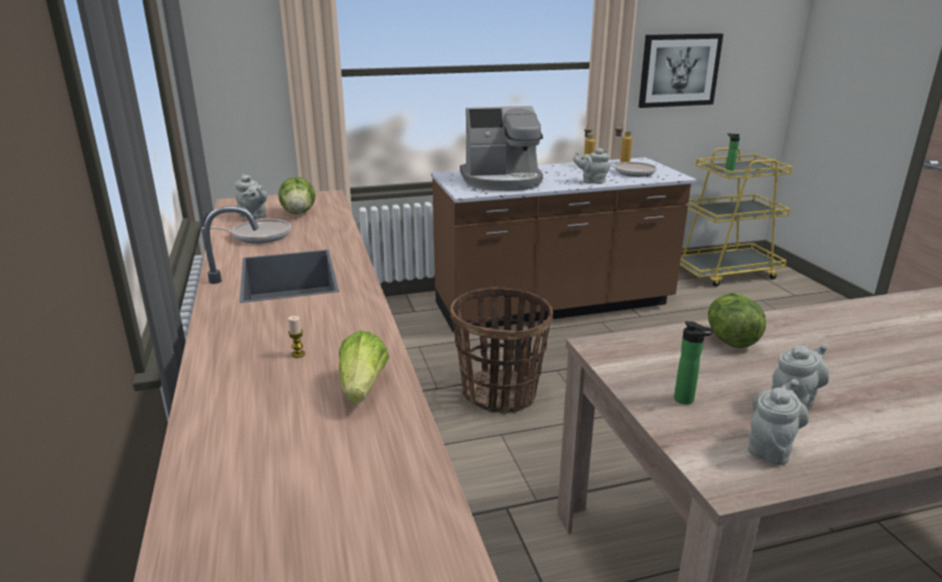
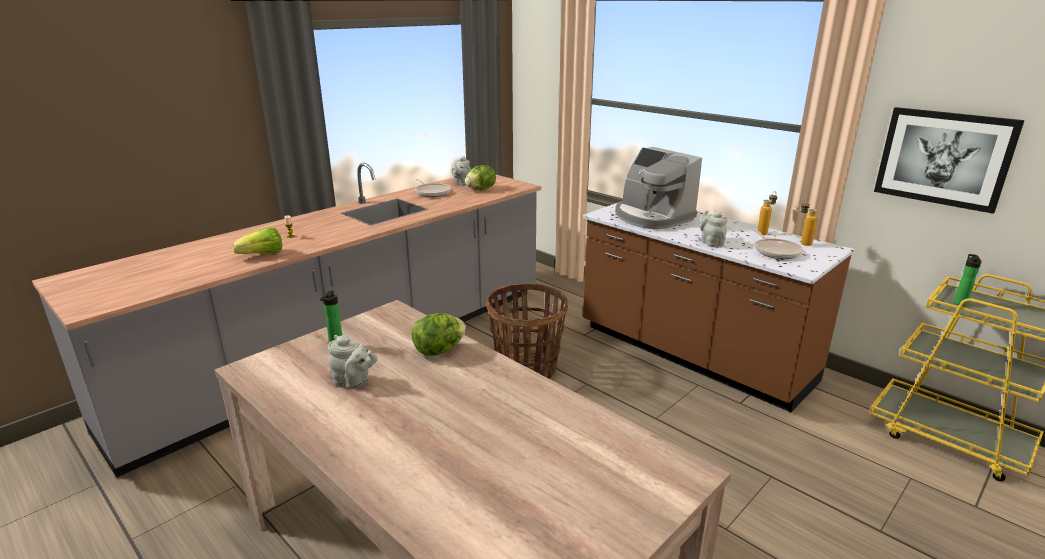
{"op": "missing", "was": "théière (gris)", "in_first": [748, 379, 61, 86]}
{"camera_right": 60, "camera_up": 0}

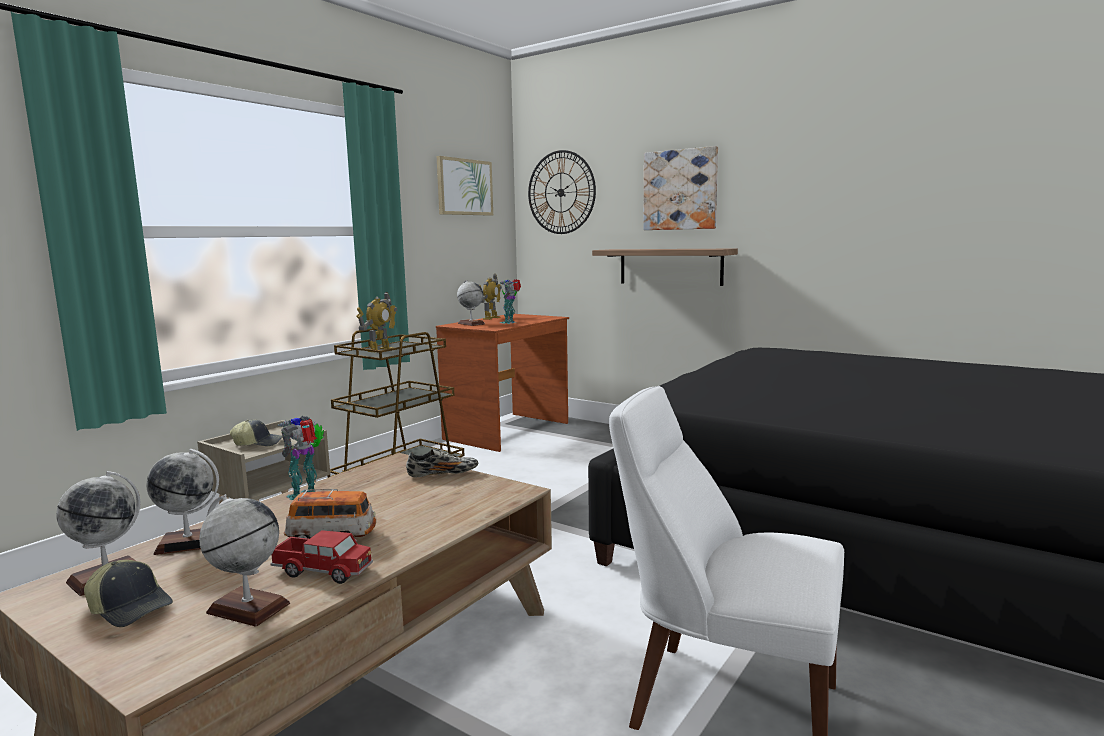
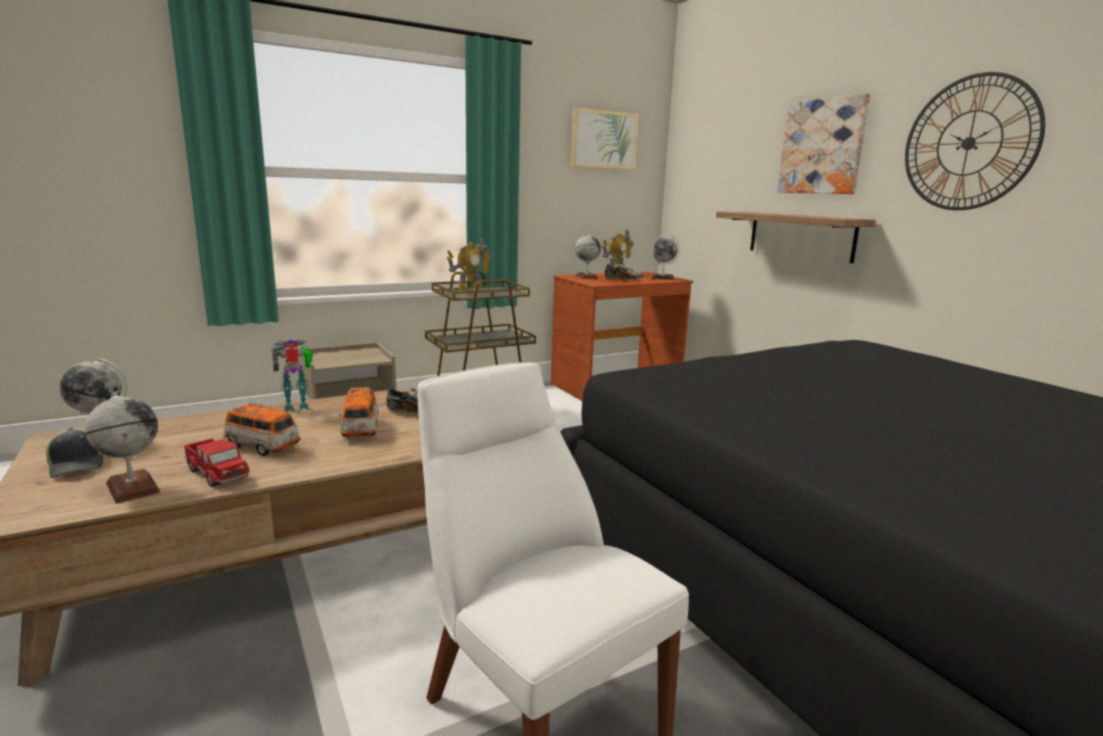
{"op": "relocated", "was": "horloge murale", "in_first": [528, 150, 68, 84], "in_second": [905, 72, 140, 138]}
{"op": "exchanged", "was": "robot jouet", "now": "chaussure", "in_first": [500, 279, 21, 45], "in_second": [605, 263, 39, 17]}
{"op": "missing", "was": "casquette", "in_first": [230, 420, 53, 26]}
{"op": "relocated", "was": "globe", "in_first": [146, 449, 73, 106], "in_second": [651, 236, 29, 44]}
{"op": "appeared", "now": "petite voiture", "in_second": [339, 387, 40, 50]}
{"camera_right": 25, "camera_up": 5}

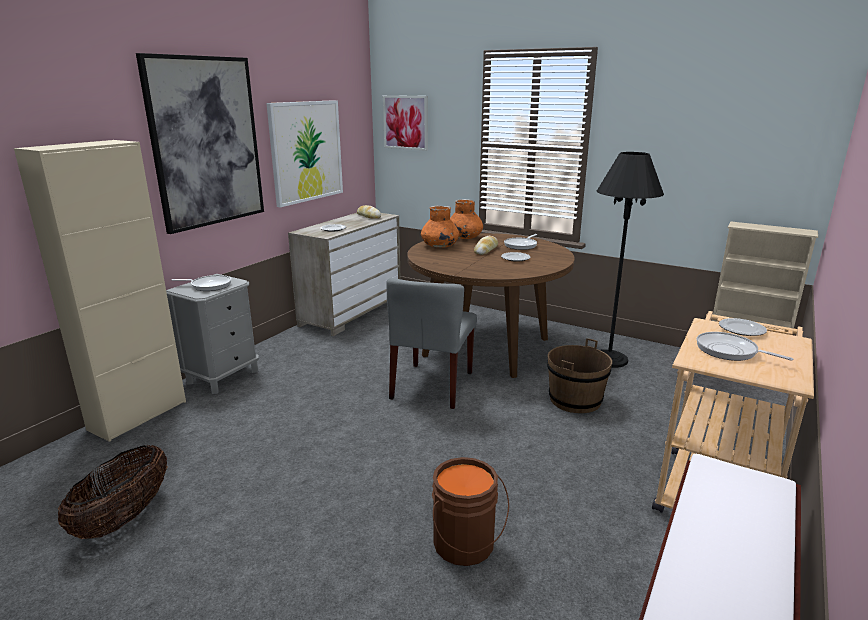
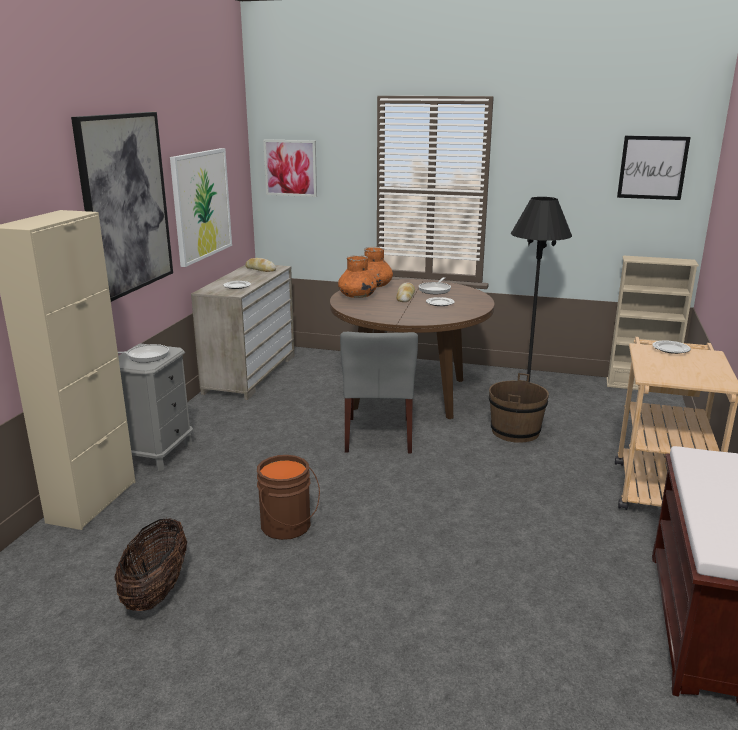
{"op": "missing", "was": "poêle", "in_first": [696, 332, 97, 29]}
{"op": "relocated", "was": "seau (marron)", "in_first": [432, 457, 77, 109], "in_second": [257, 455, 63, 85]}
{"op": "appeared", "now": "tableau", "in_second": [617, 136, 74, 64]}
{"camera_right": -15, "camera_up": 0}

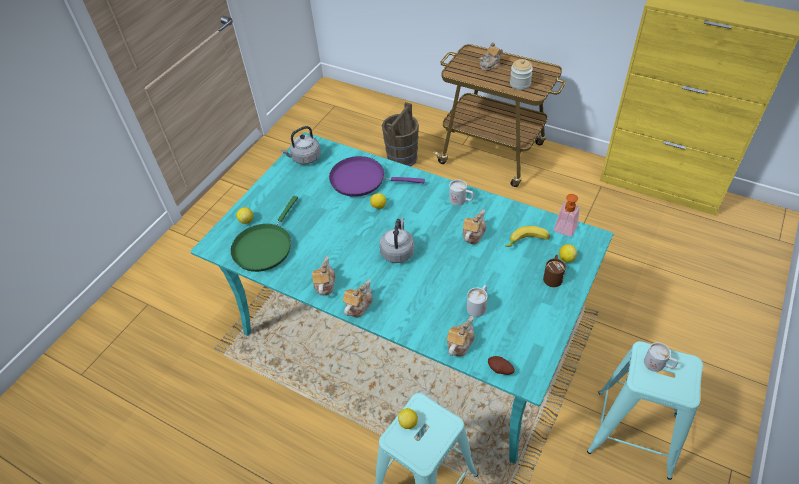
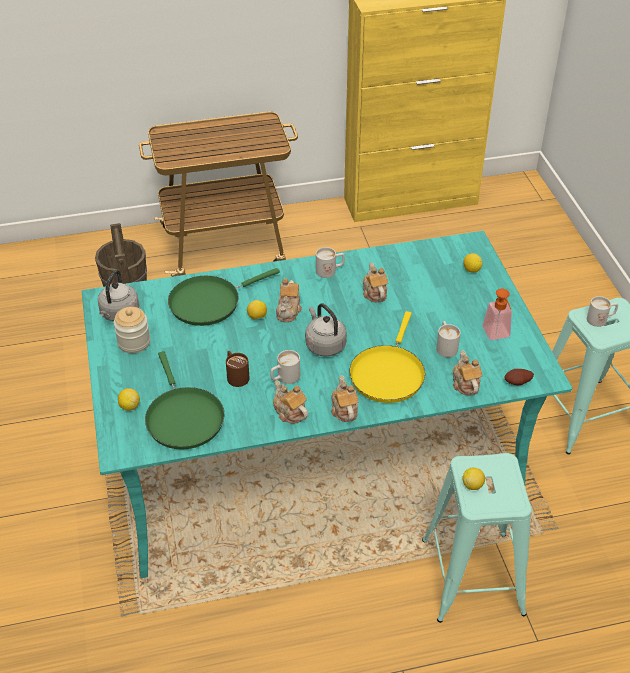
{"op": "relocated", "was": "théière", "in_first": [480, 42, 23, 29], "in_second": [276, 278, 26, 44]}
{"op": "relocated", "was": "bocal", "in_first": [510, 59, 23, 31], "in_second": [114, 307, 36, 46]}
{"op": "colour", "was": "poêle (violet)", "now": "poêle (vert)", "in_first": [329, 156, 96, 41], "in_second": [168, 268, 112, 58]}
{"op": "relocated", "was": "distributeur de savon", "in_first": [554, 194, 26, 43], "in_second": [482, 289, 30, 51]}
{"op": "missing", "was": "banane", "in_first": [505, 226, 45, 21]}
{"op": "relocated", "was": "mug (marron)", "in_first": [543, 255, 23, 32], "in_second": [226, 351, 23, 36]}
{"op": "appeared", "now": "poêle (jaune)", "in_second": [349, 311, 76, 92]}
{"op": "appeared", "now": "mug (blanc)", "in_second": [270, 350, 30, 34]}
{"camera_right": -45, "camera_up": -5}

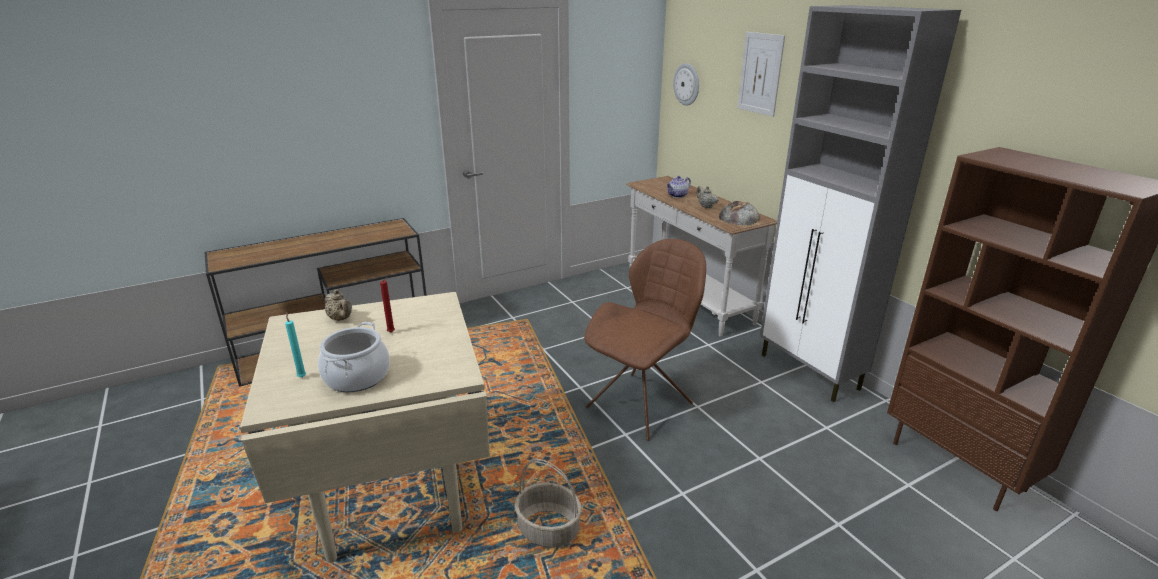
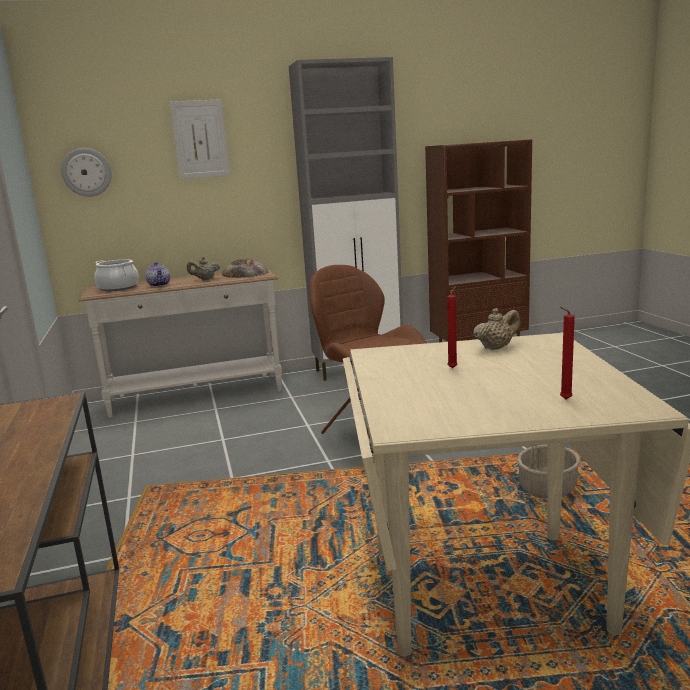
{"op": "relocated", "was": "théière (beige)", "in_first": [325, 289, 27, 32], "in_second": [473, 308, 48, 42]}
{"op": "colour", "was": "bougie (turquoise)", "now": "bougie (rouge)", "in_first": [285, 313, 21, 65], "in_second": [560, 307, 15, 93]}
{"op": "relocated", "was": "marmite", "in_first": [318, 322, 72, 70], "in_second": [95, 259, 44, 32]}
{"camera_right": -75, "camera_up": -10}

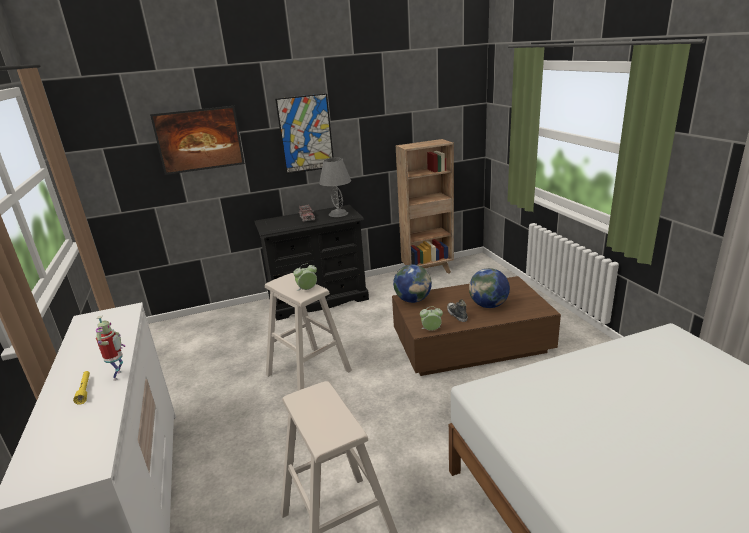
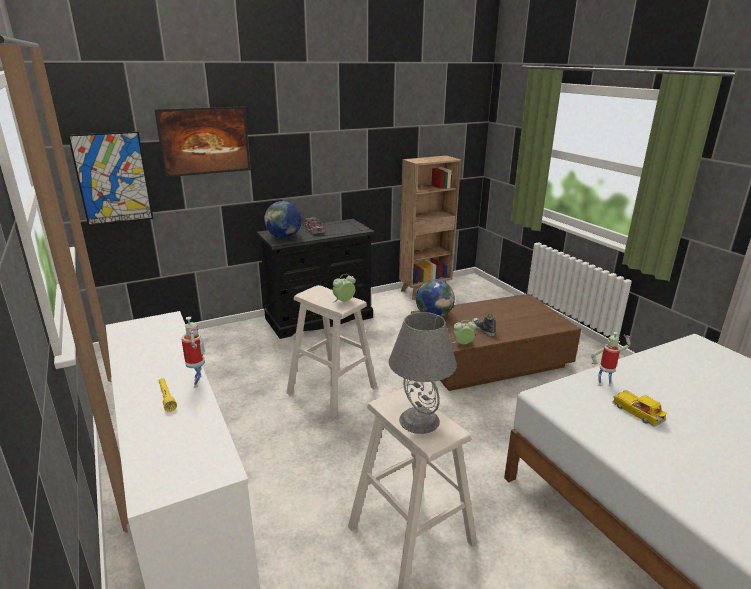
{"op": "relocated", "was": "tableau", "in_first": [275, 94, 59, 80], "in_second": [68, 132, 85, 94]}
{"op": "relocated", "was": "lampe de table (gris)", "in_first": [319, 158, 32, 59], "in_second": [389, 312, 68, 122]}
{"op": "relocated", "was": "globe", "in_first": [469, 268, 41, 40], "in_second": [264, 201, 38, 37]}
{"op": "appeared", "now": "robot jouet", "in_second": [591, 332, 40, 55]}
{"op": "appeared", "now": "petite voiture", "in_second": [612, 390, 55, 37]}
{"camera_right": -10, "camera_up": 0}

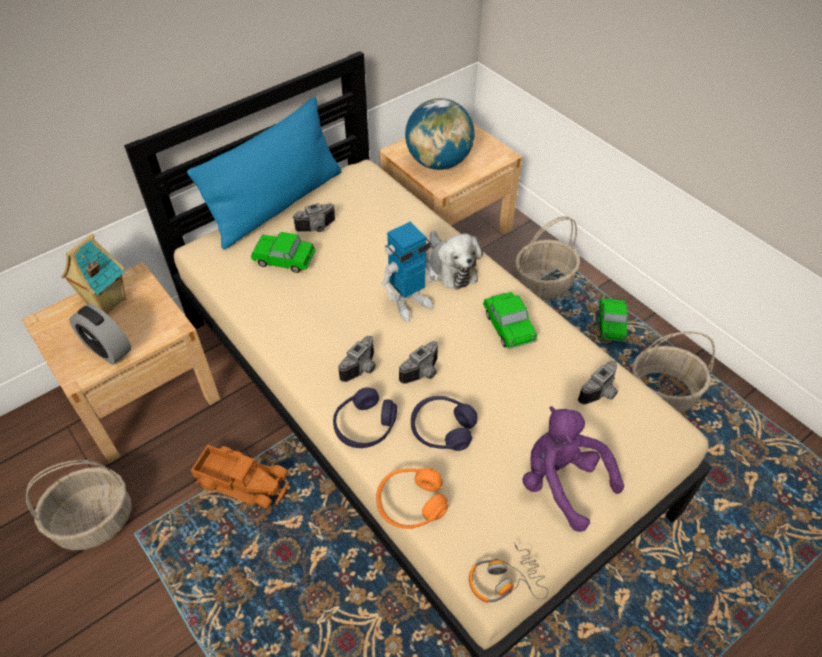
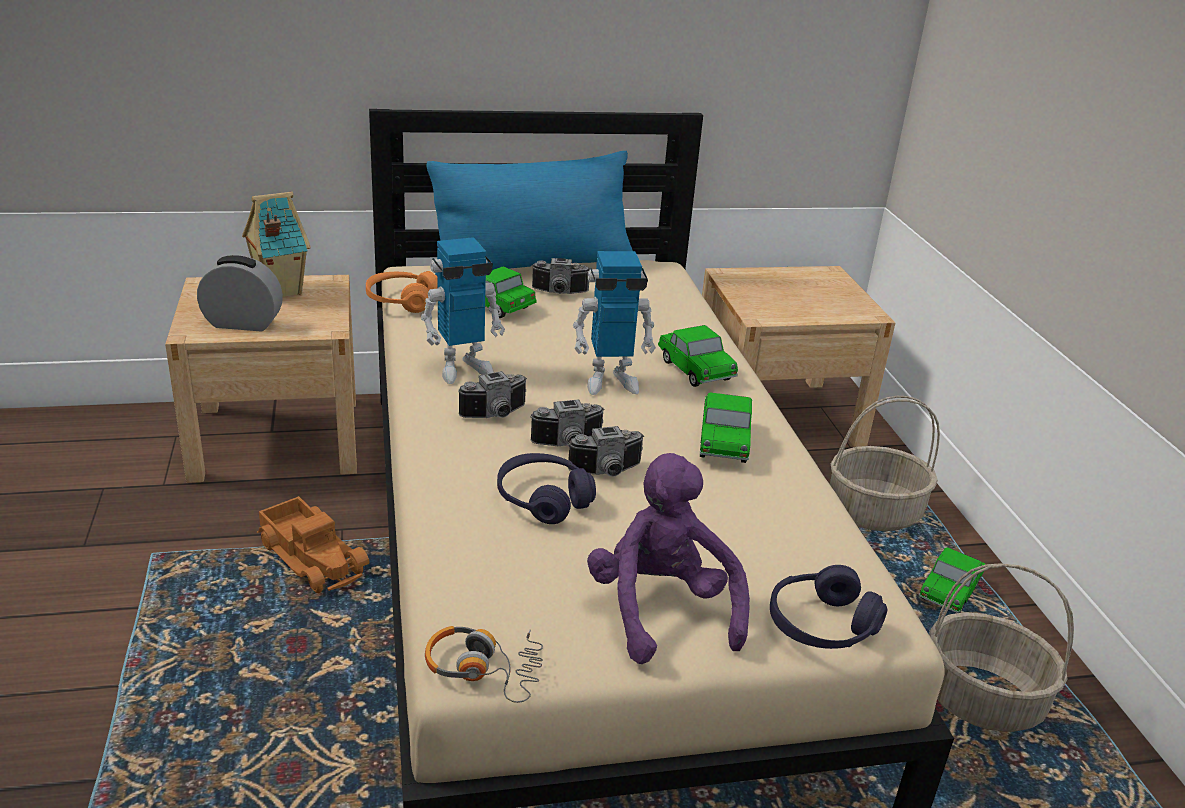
{"op": "missing", "was": "globe", "in_first": [405, 98, 70, 72]}
{"op": "exchanged", "was": "peluche", "now": "petite voiture", "in_first": [429, 231, 54, 59], "in_second": [658, 325, 80, 62]}
{"op": "spun", "was": "réveil", "in_first": [69, 304, 62, 61], "in_second": [197, 255, 86, 76], "clockwise": 120}
{"op": "relocated", "was": "appareil photo", "in_first": [578, 361, 40, 44], "in_second": [568, 426, 76, 51]}
{"op": "relocated", "was": "casque audio (violet)", "in_first": [333, 387, 64, 61], "in_second": [770, 565, 117, 84]}
{"op": "missing", "was": "panier", "in_first": [26, 460, 106, 90]}
{"op": "relocated", "was": "casque audio (orange)", "in_first": [376, 468, 72, 61], "in_second": [366, 271, 72, 42]}
{"op": "appeared", "now": "robot jouet", "in_second": [421, 237, 84, 147]}
{"camera_right": 25, "camera_up": -20}

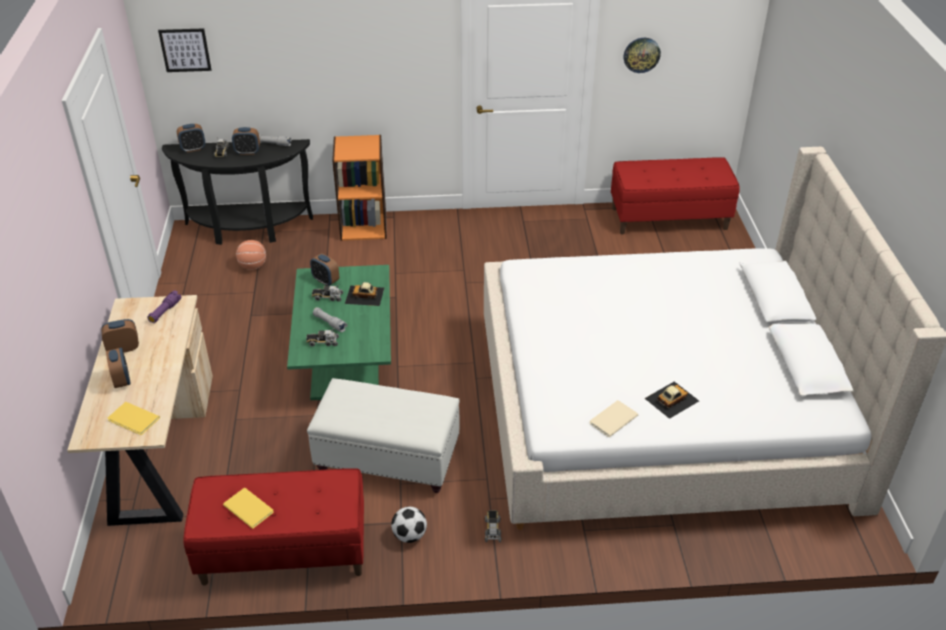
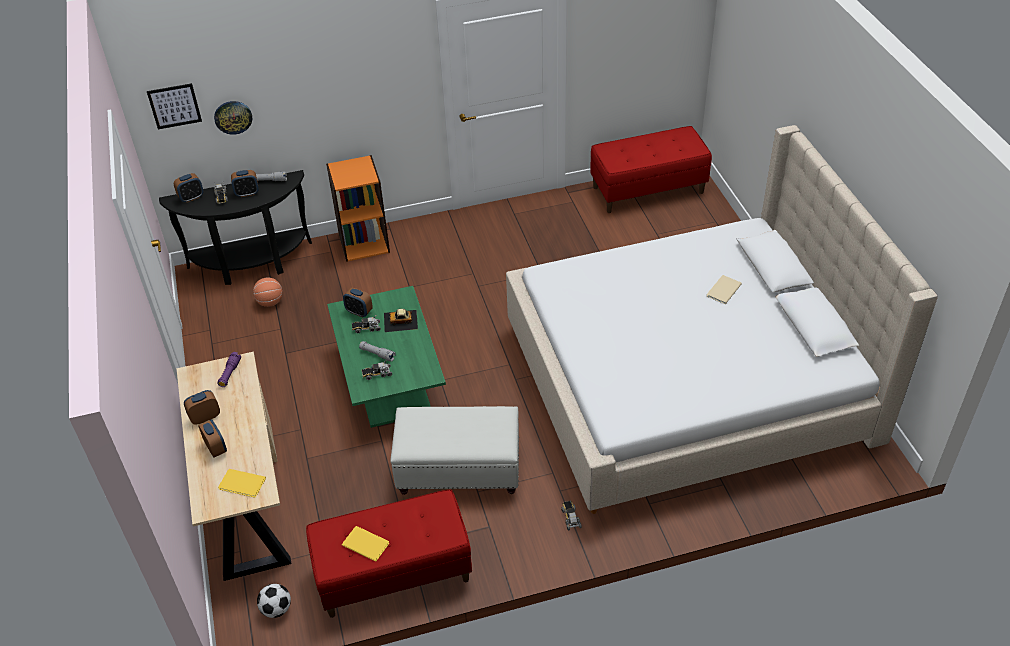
{"op": "relocated", "was": "horloge murale", "in_first": [624, 38, 37, 35], "in_second": [214, 101, 38, 34]}
{"op": "missing", "was": "petite voiture", "in_first": [644, 382, 55, 37]}
{"op": "relocated", "was": "livre (beige)", "in_first": [590, 400, 48, 37], "in_second": [707, 275, 35, 29]}
{"op": "relocated", "was": "ballon de foot", "in_first": [391, 507, 36, 36], "in_second": [257, 584, 34, 34]}
{"camera_right": -10, "camera_up": 5}

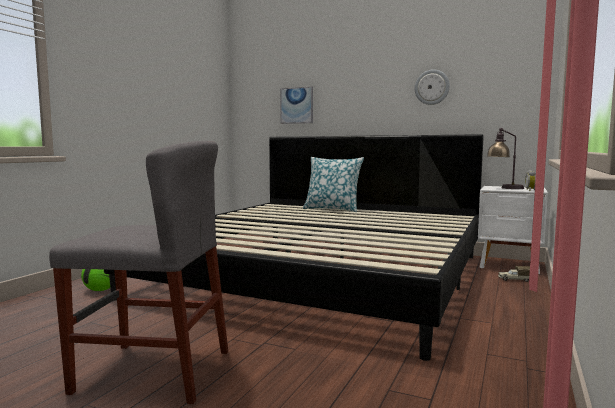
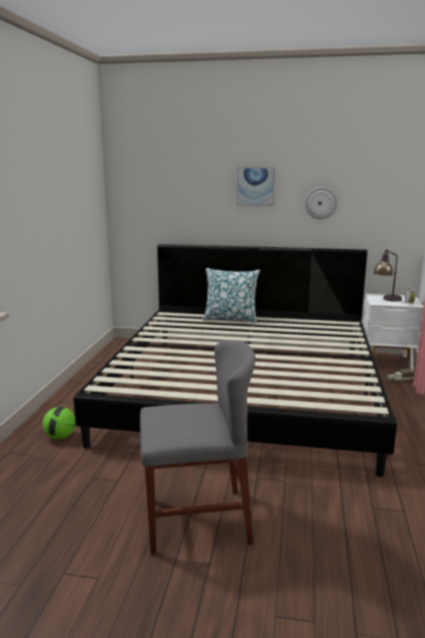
{"op": "relocated", "was": "tableau", "in_first": [280, 87, 33, 37], "in_second": [237, 167, 38, 39]}
{"camera_right": -15, "camera_up": 10}

